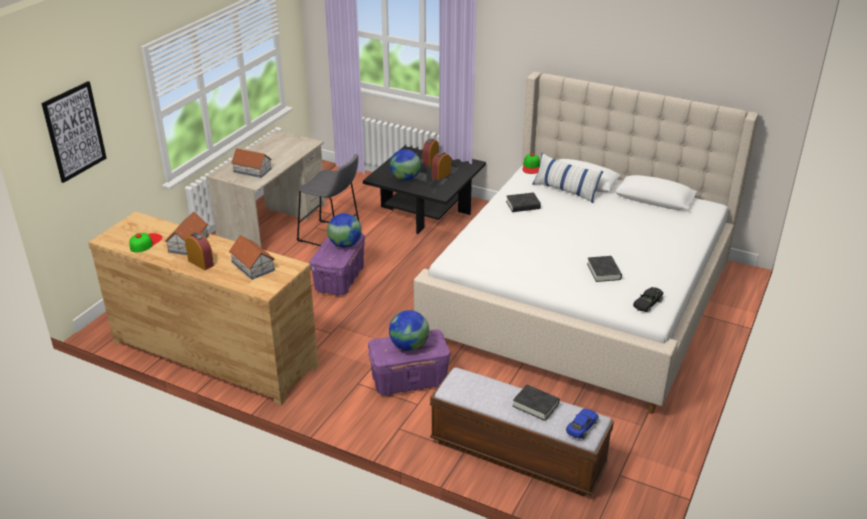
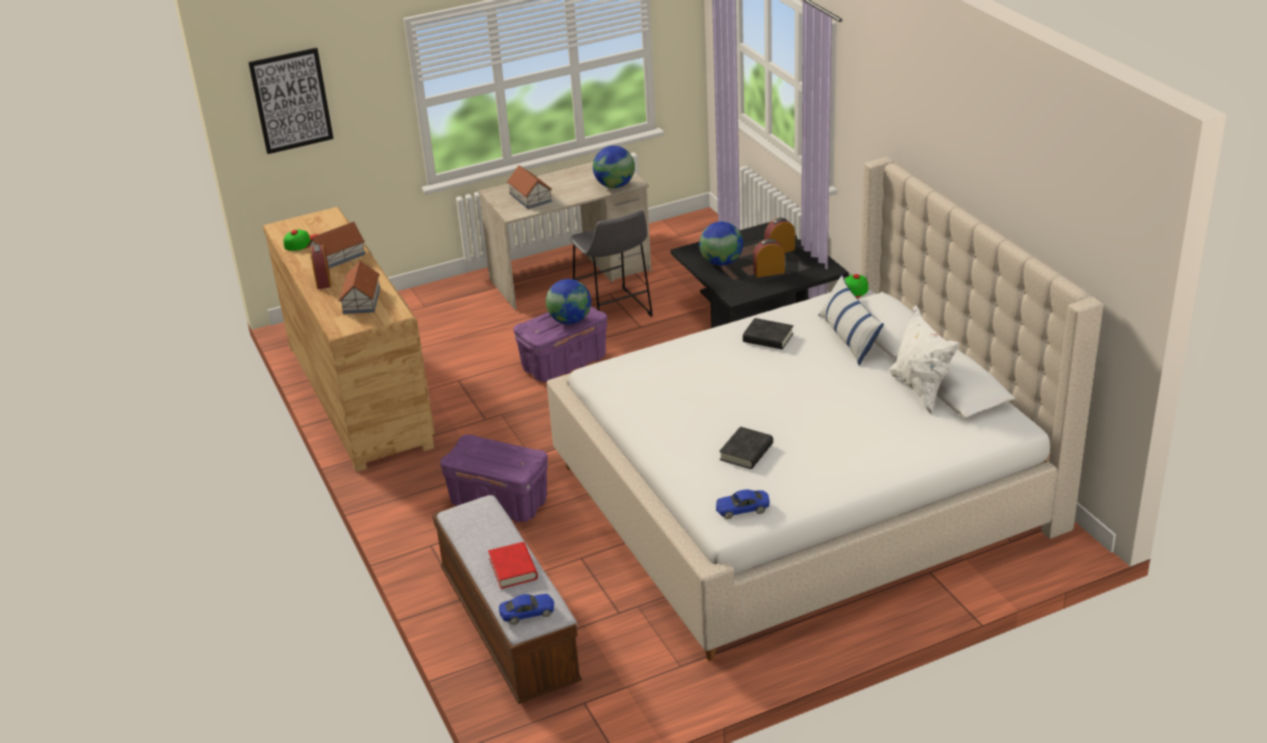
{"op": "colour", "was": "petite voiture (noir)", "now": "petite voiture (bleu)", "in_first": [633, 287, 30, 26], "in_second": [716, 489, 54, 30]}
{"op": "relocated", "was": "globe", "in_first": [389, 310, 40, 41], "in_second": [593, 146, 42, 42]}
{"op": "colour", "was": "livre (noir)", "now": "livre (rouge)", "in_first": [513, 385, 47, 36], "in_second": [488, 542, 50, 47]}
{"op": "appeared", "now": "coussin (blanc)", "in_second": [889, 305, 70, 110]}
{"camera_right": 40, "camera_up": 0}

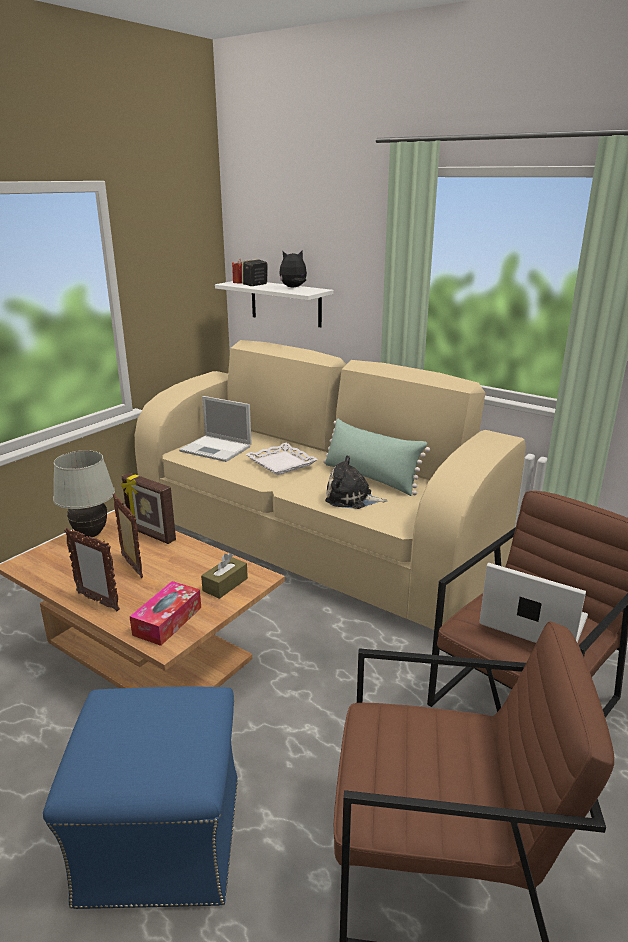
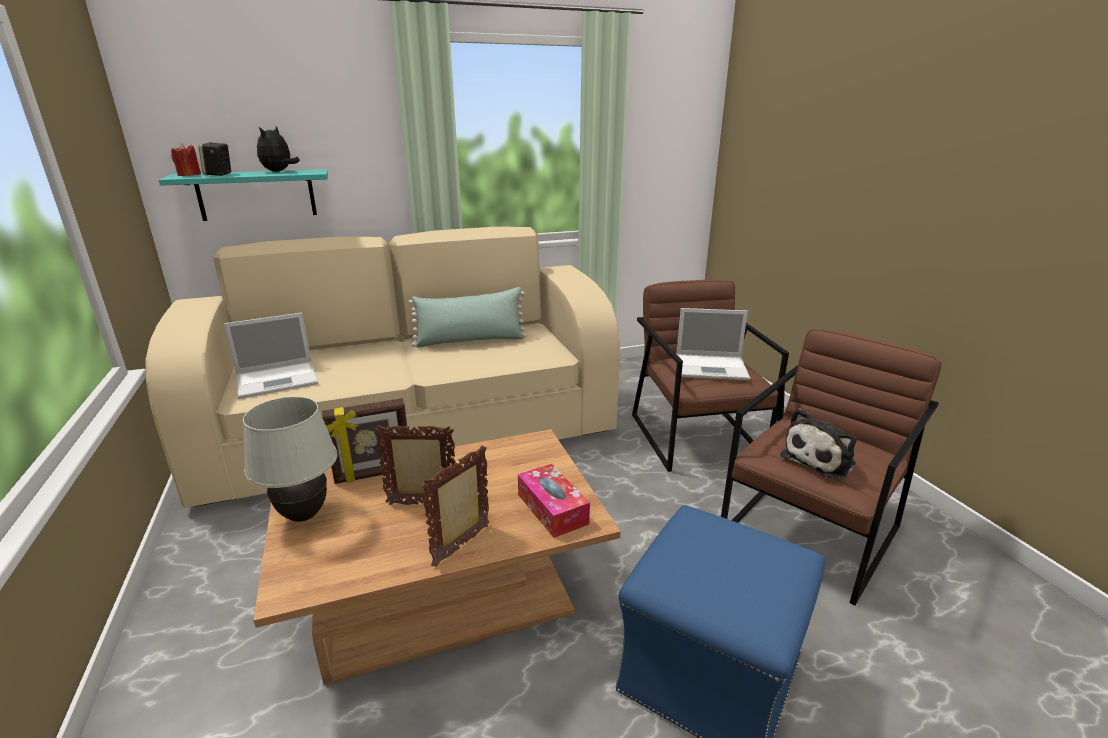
{"op": "colour", "was": "étagère (blanc)", "now": "étagère (turquoise)", "in_first": [215, 281, 119, 46], "in_second": [159, 169, 169, 52]}
{"op": "missing", "was": "plateau (blanc)", "in_first": [246, 443, 72, 32]}
{"op": "relocated", "was": "peluche", "in_first": [325, 455, 63, 54], "in_second": [780, 408, 77, 70]}
{"op": "spun", "was": "cadre photo", "in_first": [64, 528, 56, 83], "in_second": [422, 445, 67, 122], "clockwise": 150}
{"op": "missing", "was": "boîte à mouchoirs (marron)", "in_first": [201, 553, 47, 46]}
{"op": "spun", "was": "ordinateur portable", "in_first": [479, 563, 109, 80], "in_second": [677, 308, 73, 72], "clockwise": -150}
{"camera_right": -55, "camera_up": 0}

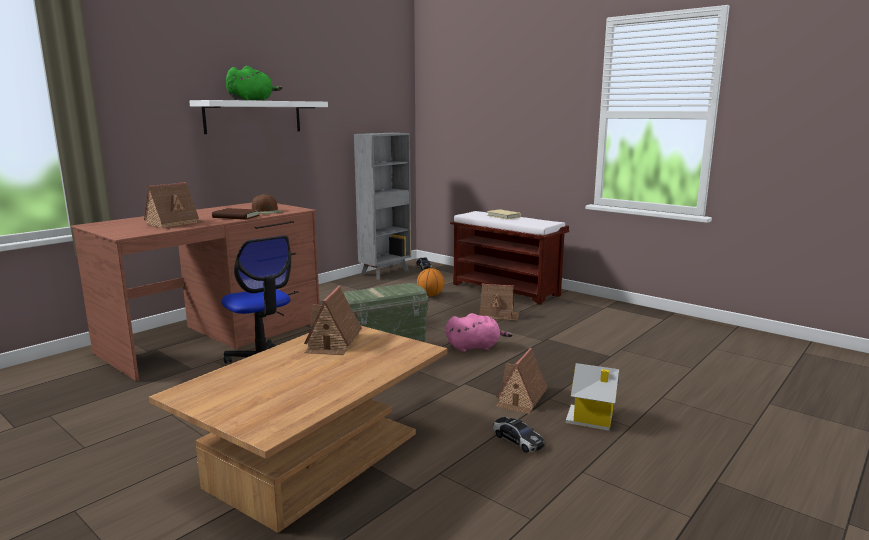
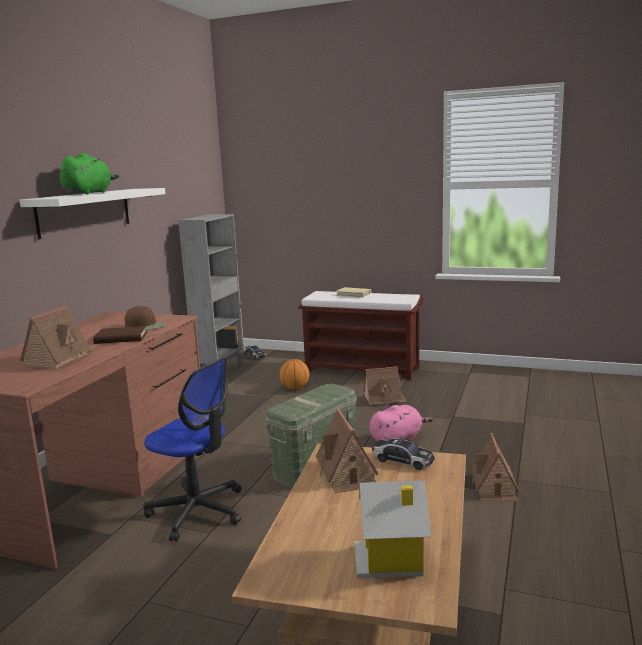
{"op": "relocated", "was": "maison miniature", "in_first": [566, 363, 53, 68], "in_second": [354, 480, 77, 99]}
{"op": "relocated", "was": "petite voiture", "in_first": [493, 417, 51, 36], "in_second": [372, 438, 63, 32]}
{"camera_right": -20, "camera_up": 0}

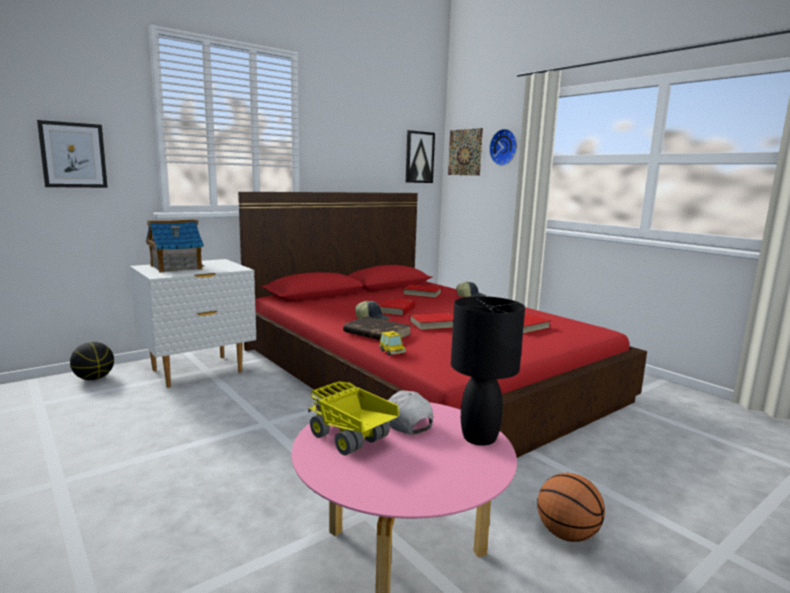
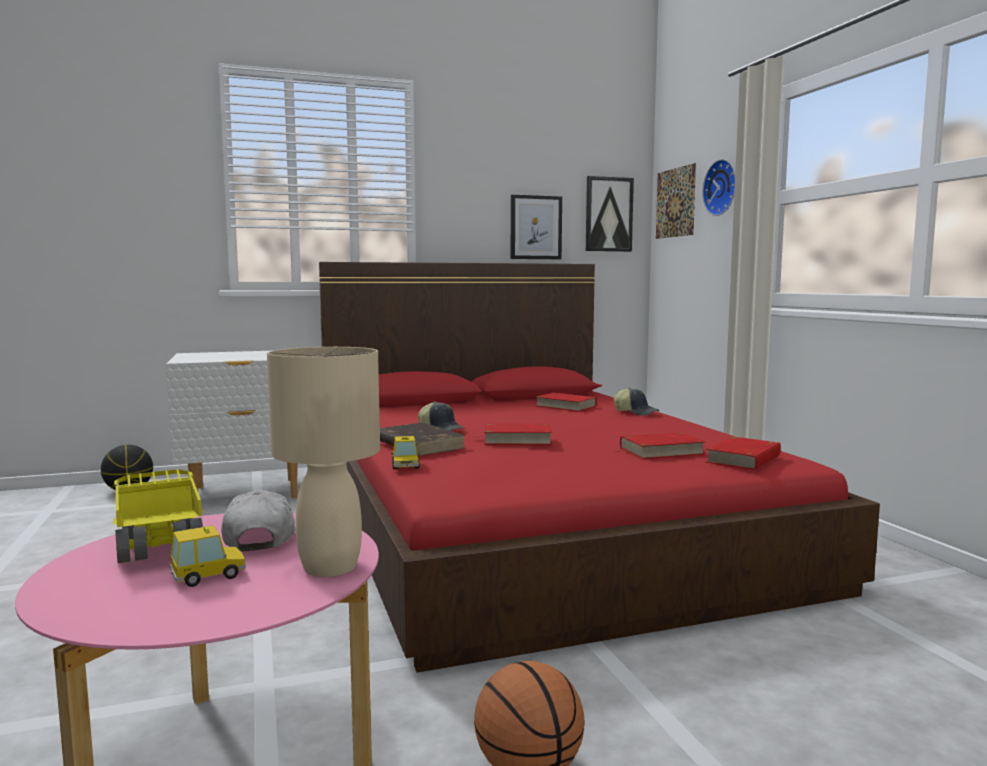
{"op": "relocated", "was": "tableau", "in_first": [37, 120, 71, 68], "in_second": [511, 195, 51, 64]}
{"op": "missing", "was": "maison miniature", "in_first": [146, 219, 58, 54]}
{"op": "colour", "was": "lampe de table (noir)", "now": "lampe de table (beige)", "in_first": [451, 296, 74, 149], "in_second": [267, 347, 113, 230]}
{"op": "relocated", "was": "livre (rouge)", "in_first": [379, 298, 36, 18], "in_second": [706, 437, 75, 33]}
{"op": "appeared", "now": "petite voiture", "in_second": [170, 525, 76, 62]}
{"camera_right": 20, "camera_up": -5}

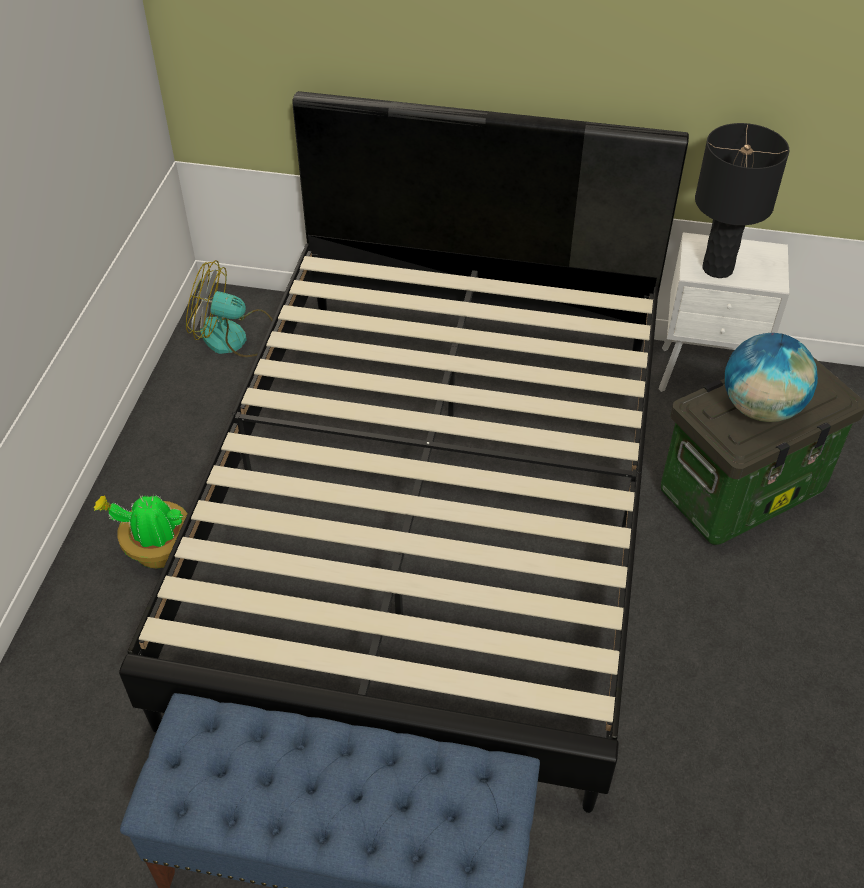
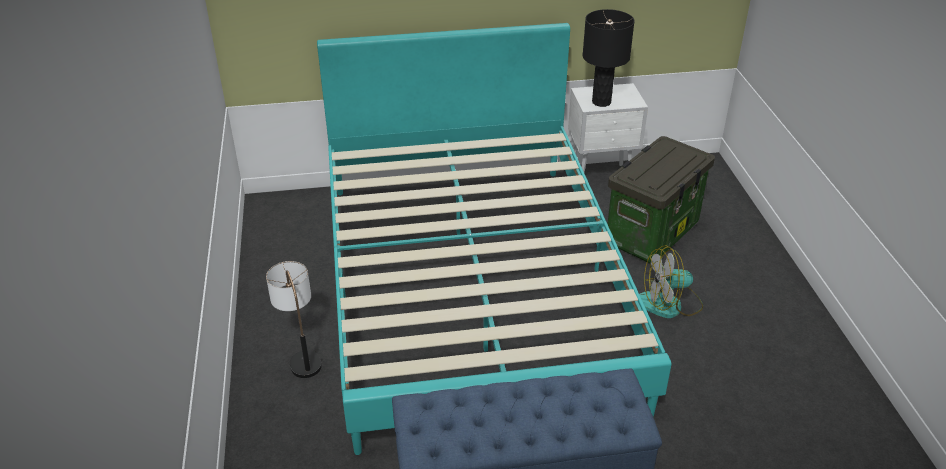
{"op": "colour", "was": "lit (noir)", "now": "lit (turquoise)", "in_first": [119, 91, 570, 722], "in_second": [317, 23, 354, 432]}
{"op": "relocated", "was": "ventilateur", "in_first": [186, 260, 87, 97], "in_second": [639, 245, 64, 73]}
{"op": "missing", "was": "globe", "in_first": [725, 333, 93, 89]}
{"op": "exchanged", "was": "plante en pot", "now": "lampe de table", "in_first": [93, 495, 95, 73], "in_second": [266, 261, 56, 117]}
{"camera_right": -20, "camera_up": -10}

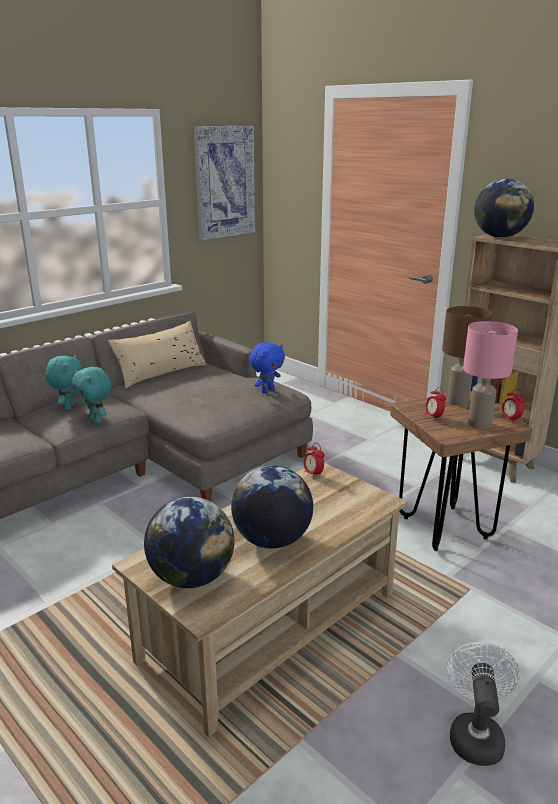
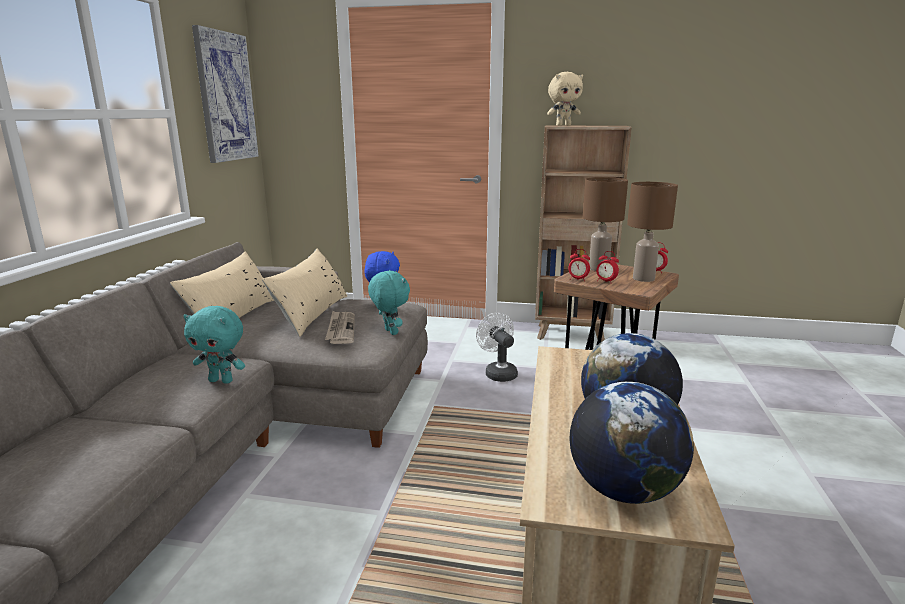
{"op": "exchanged", "was": "globe", "now": "peluche (beige)", "in_first": [474, 179, 60, 59], "in_second": [547, 72, 36, 54]}
{"op": "colour", "was": "lampe de table (rose)", "now": "lampe de table (marron)", "in_first": [463, 321, 55, 108], "in_second": [627, 182, 51, 100]}
{"op": "relocated", "was": "peluche (turquoise)", "in_first": [45, 355, 37, 55], "in_second": [368, 270, 42, 65]}
{"op": "relocated", "was": "réveil", "in_first": [304, 443, 21, 36], "in_second": [568, 249, 22, 32]}
{"op": "relocated", "was": "ventilateur (blanc)", "in_first": [446, 642, 74, 124], "in_second": [476, 313, 42, 69]}
{"op": "appeared", "now": "coussin (beige)", "in_second": [262, 249, 85, 88]}
{"op": "appeared", "now": "journal", "in_second": [325, 311, 30, 33]}
{"camera_right": -35, "camera_up": -5}

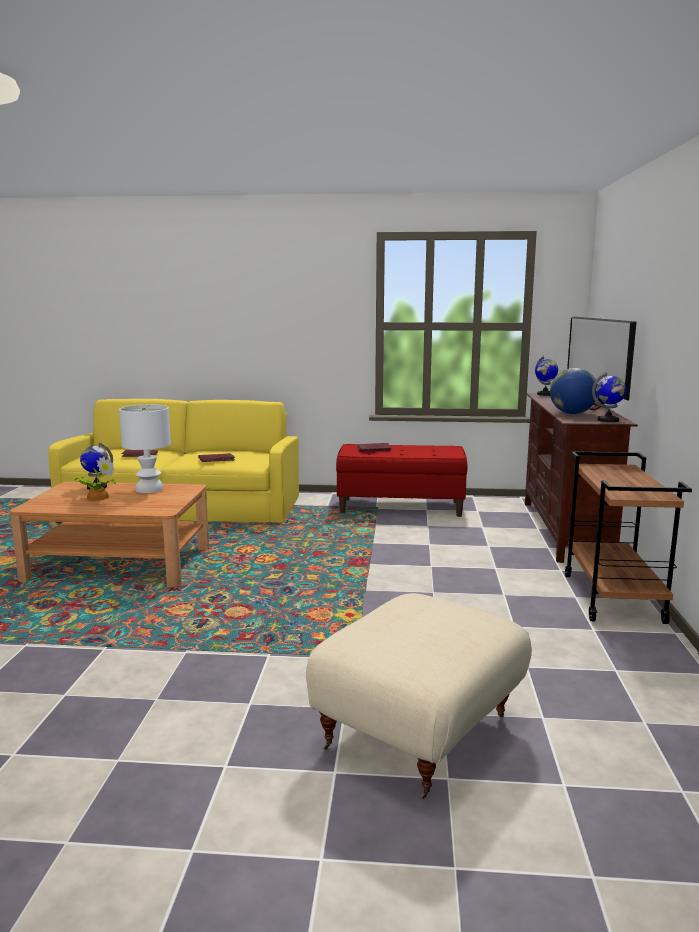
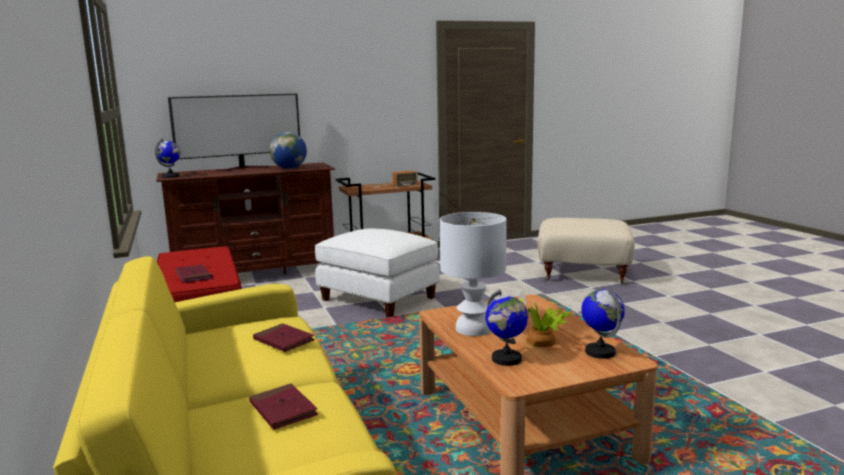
{"op": "relocated", "was": "globe", "in_first": [592, 372, 34, 50], "in_second": [581, 288, 44, 71]}
{"op": "appeared", "now": "radio", "in_second": [369, 171, 49, 16]}
{"op": "appeared", "now": "pouf (blanc)", "in_second": [315, 228, 124, 89]}
{"camera_right": -115, "camera_up": 0}

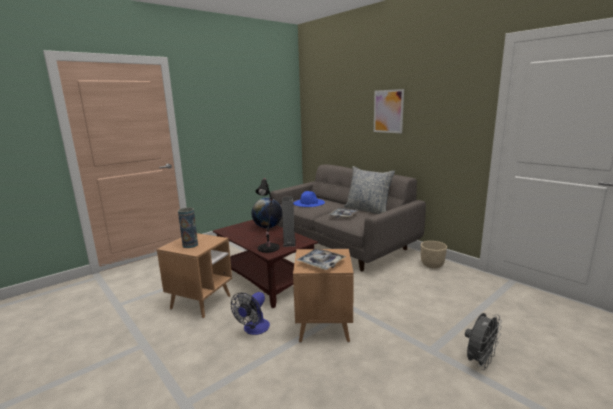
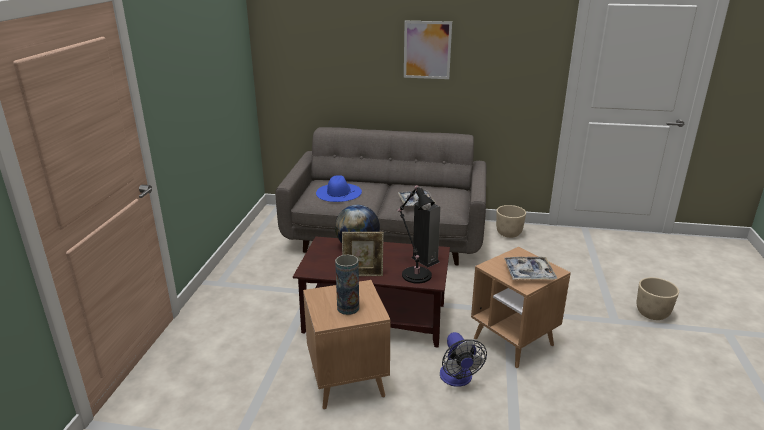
{"op": "missing", "was": "coussin", "in_first": [344, 166, 51, 48]}
{"op": "exchanged", "was": "ventilateur (gris)", "now": "cache-pot (beige)", "in_first": [465, 313, 37, 57], "in_second": [637, 277, 42, 43]}
{"op": "appeared", "now": "cadre photo", "in_second": [342, 232, 42, 44]}
{"camera_right": -40, "camera_up": 10}

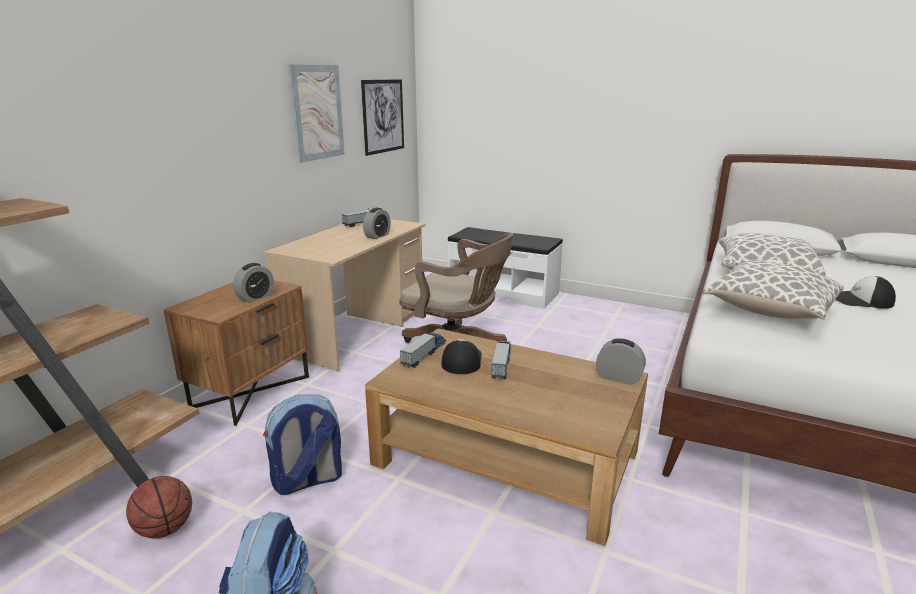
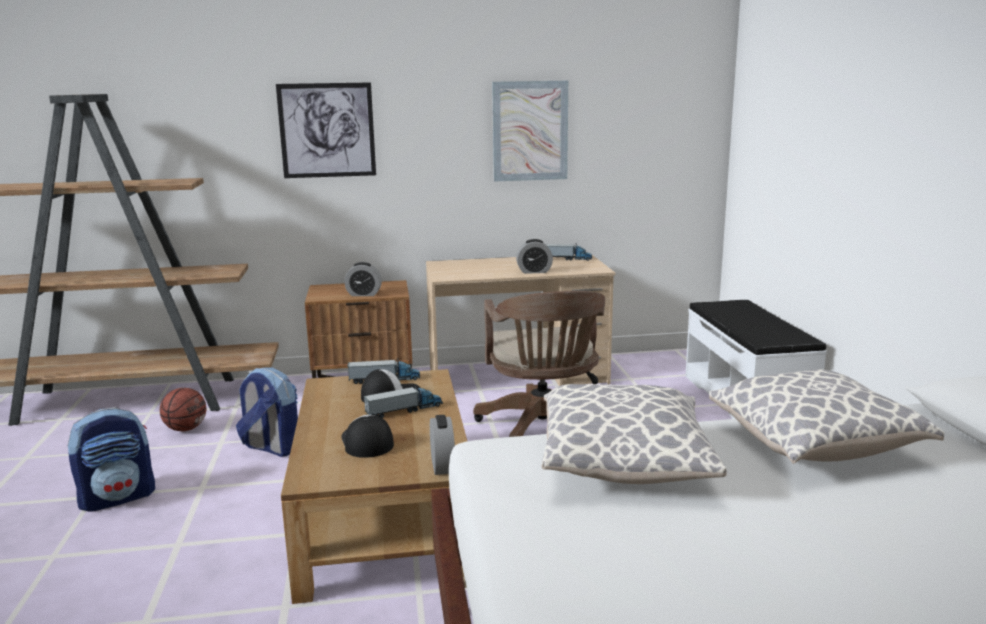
{"op": "relocated", "was": "tableau", "in_first": [361, 79, 43, 77], "in_second": [276, 82, 100, 96]}
{"op": "relocated", "was": "casquette", "in_first": [835, 276, 61, 33], "in_second": [341, 415, 53, 43]}
{"camera_right": 55, "camera_up": -5}

